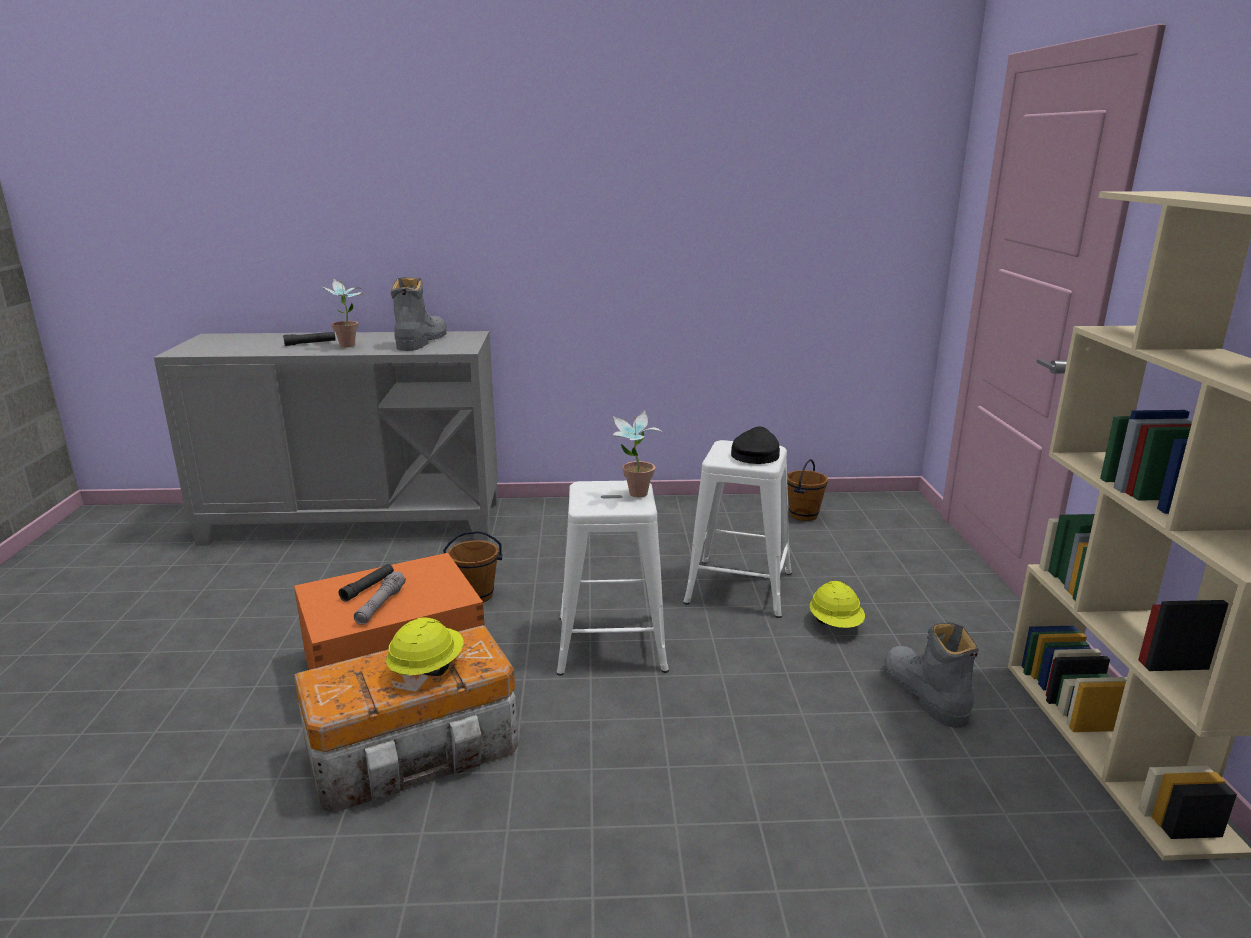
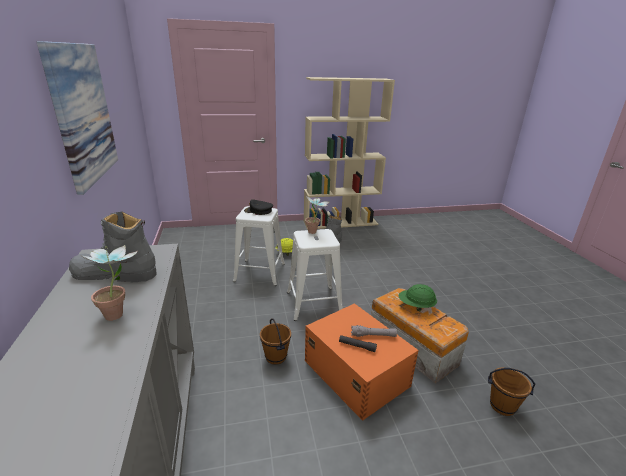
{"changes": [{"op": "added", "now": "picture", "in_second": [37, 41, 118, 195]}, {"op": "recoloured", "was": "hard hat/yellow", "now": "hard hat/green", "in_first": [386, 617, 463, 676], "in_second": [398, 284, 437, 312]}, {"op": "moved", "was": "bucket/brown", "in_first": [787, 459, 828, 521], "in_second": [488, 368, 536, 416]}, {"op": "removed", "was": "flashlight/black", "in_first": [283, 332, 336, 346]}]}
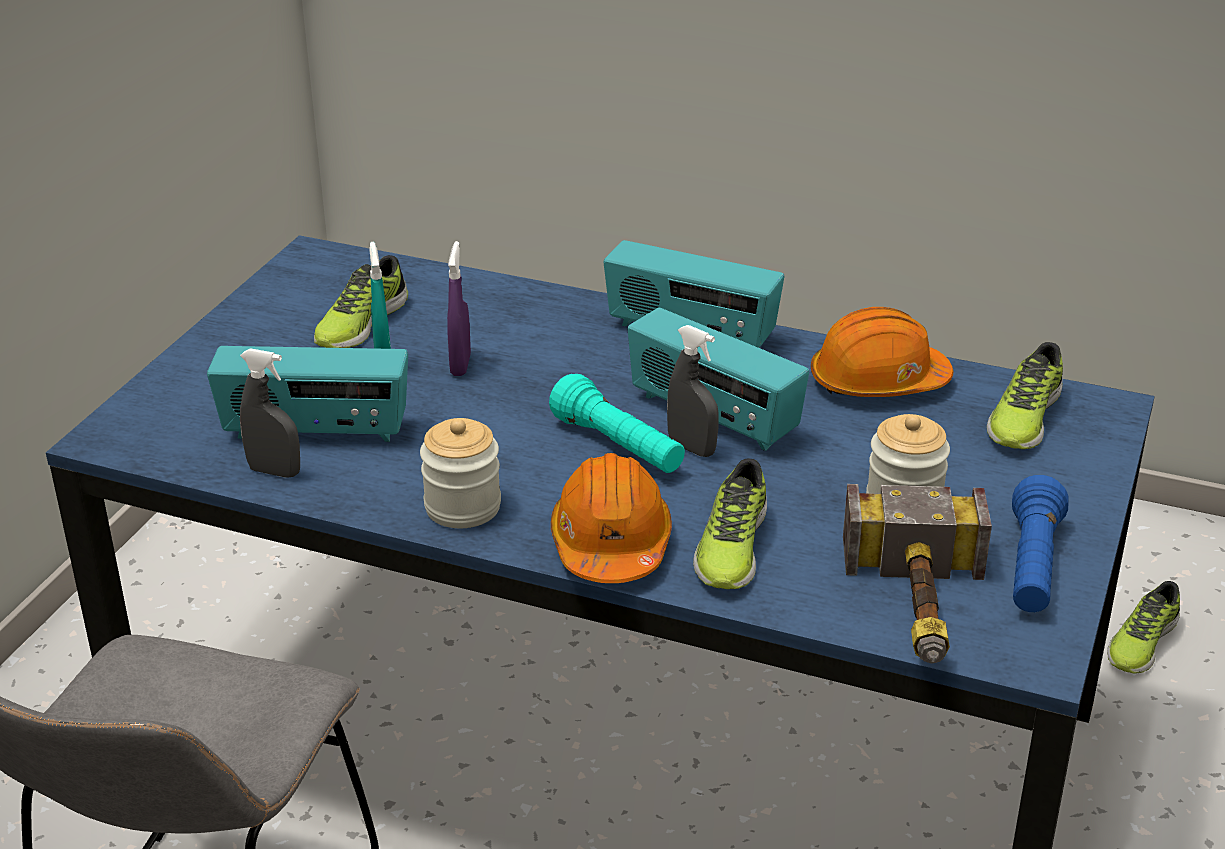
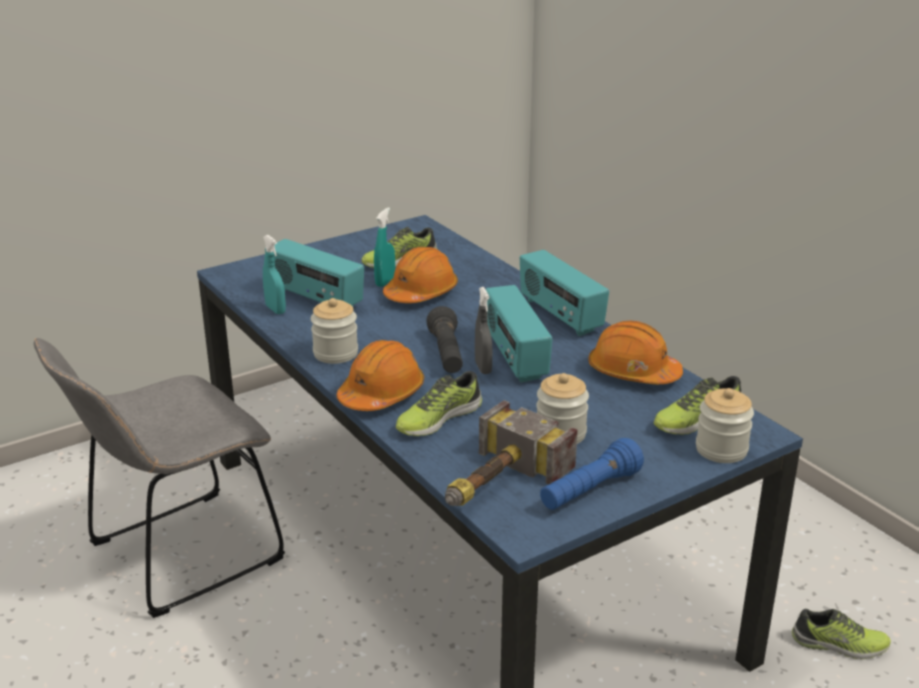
{"changes": [{"op": "recoloured", "was": "spray bottle/grey", "now": "spray bottle/turquoise", "in_first": [240, 348, 300, 478], "in_second": [263, 235, 286, 314]}, {"op": "replaced", "was": "spray bottle/purple", "now": "hard hat/orange", "in_first": [447, 241, 471, 376], "in_second": [383, 247, 458, 303]}, {"op": "recoloured", "was": "flashlight/turquoise", "now": "flashlight/black", "in_first": [549, 374, 685, 473], "in_second": [426, 306, 463, 373]}, {"op": "added", "now": "jar", "in_second": [696, 388, 754, 463]}, {"op": "turned", "was": "shoe", "in_first": [1107, 581, 1180, 674], "in_second": [792, 609, 891, 659], "clockwise": -150}]}
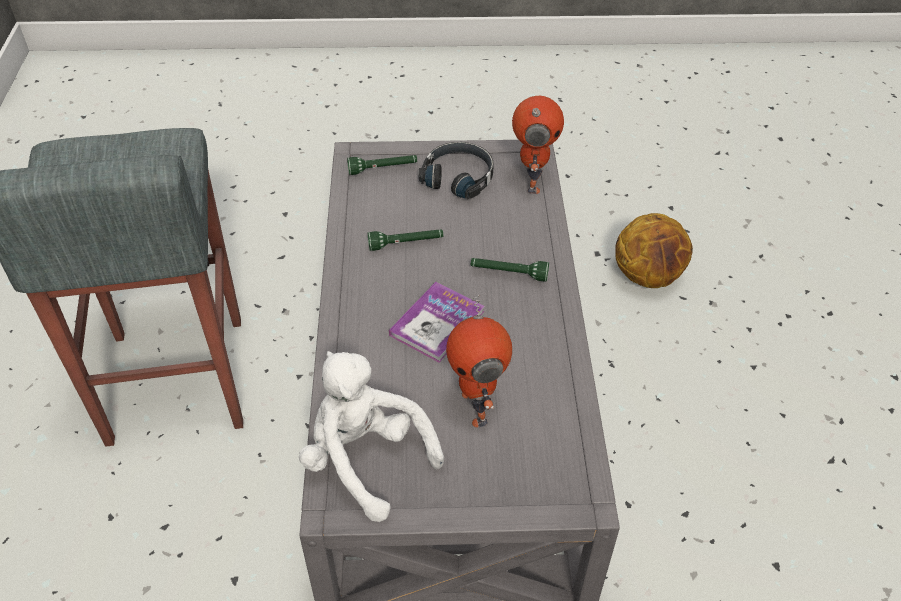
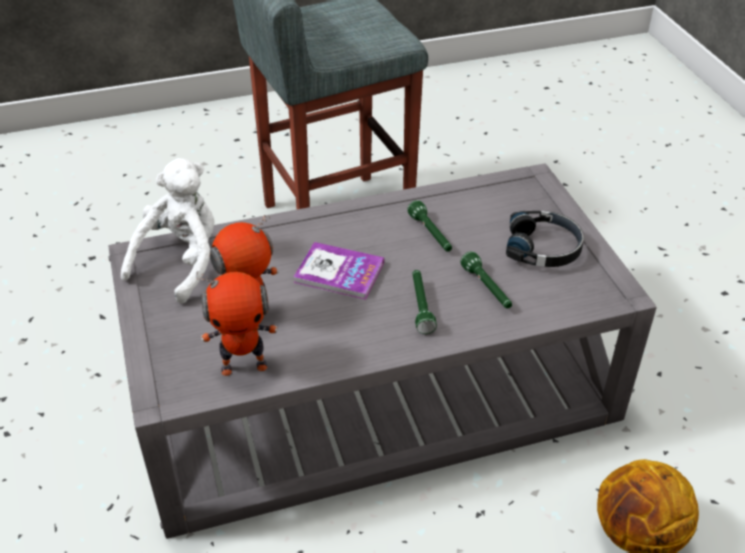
{"changes": [{"op": "moved", "was": "toy robot", "in_first": [512, 96, 564, 194], "in_second": [196, 271, 277, 376]}, {"op": "moved", "was": "flashlight/green", "in_first": [347, 155, 417, 175], "in_second": [460, 251, 512, 309]}]}
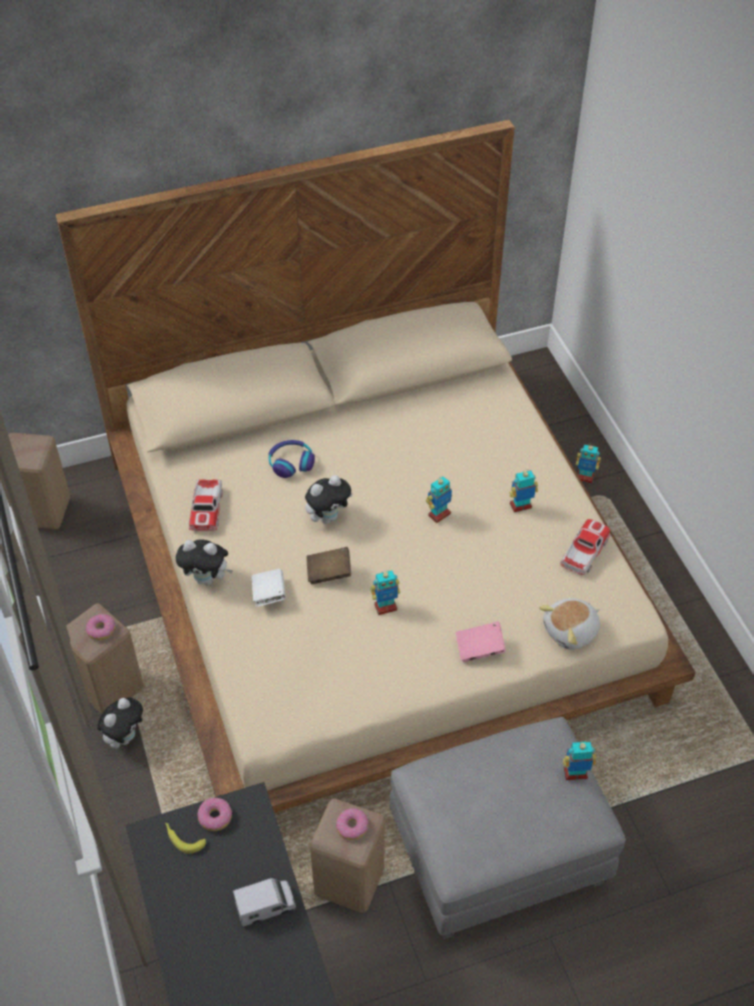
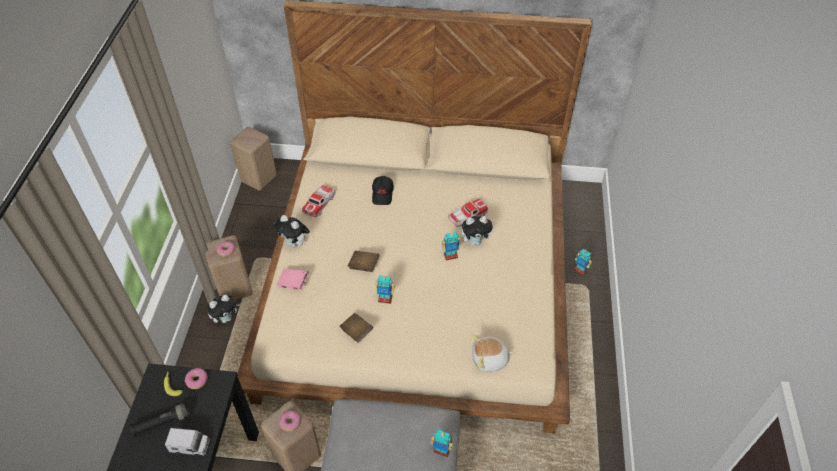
{"changes": [{"op": "added", "now": "flashlight/black", "in_second": [130, 403, 190, 437]}, {"op": "moved", "was": "book/pink", "in_first": [456, 621, 506, 662], "in_second": [276, 269, 309, 290]}, {"op": "added", "now": "book/brown", "in_second": [339, 313, 373, 343]}, {"op": "replaced", "was": "headphones", "now": "cap/black", "in_first": [269, 440, 315, 478], "in_second": [372, 176, 394, 205]}, {"op": "moved", "was": "toy car", "in_first": [560, 519, 610, 575], "in_second": [448, 199, 488, 227]}, {"op": "moved", "was": "plush toy", "in_first": [305, 475, 353, 524], "in_second": [461, 216, 495, 245]}, {"op": "removed", "was": "book/white", "in_first": [251, 569, 286, 607]}, {"op": "removed", "was": "toy robot", "in_first": [509, 469, 538, 513]}]}
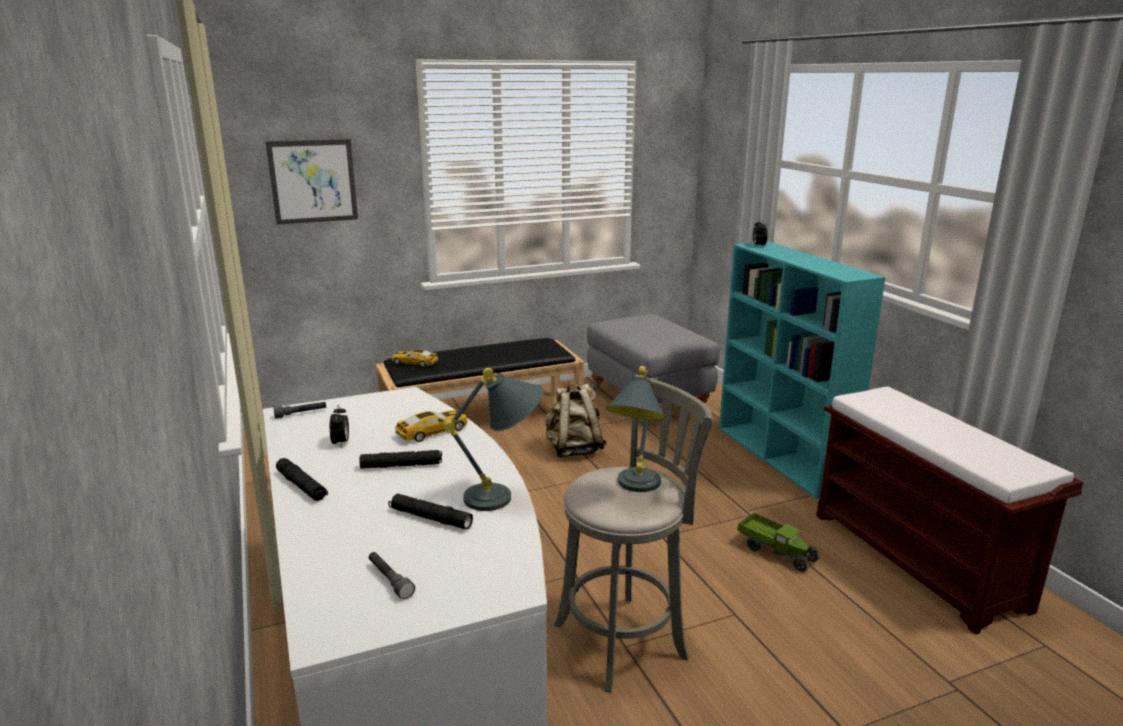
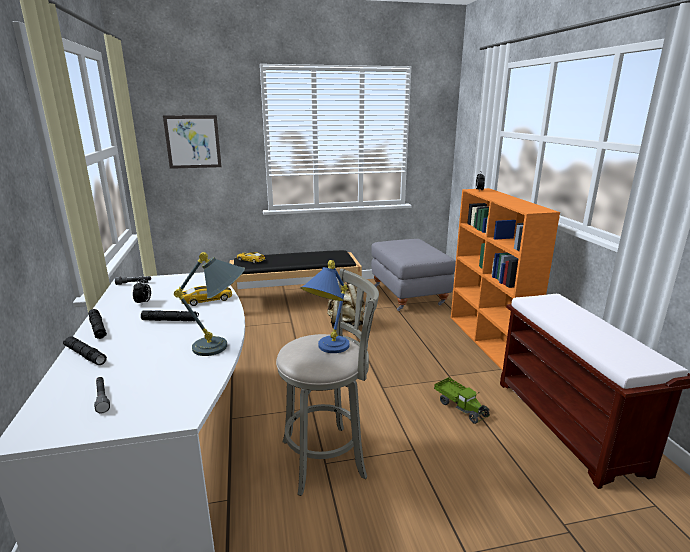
{"changes": [{"op": "moved", "was": "flashlight/black", "in_first": [388, 494, 473, 530], "in_second": [63, 336, 107, 365]}, {"op": "recoloured", "was": "table lamp/grey", "now": "table lamp/blue", "in_first": [605, 366, 666, 492], "in_second": [301, 260, 349, 353]}, {"op": "recoloured", "was": "bookcase/turquoise", "now": "bookcase/orange", "in_first": [719, 241, 886, 499], "in_second": [451, 188, 560, 370]}]}
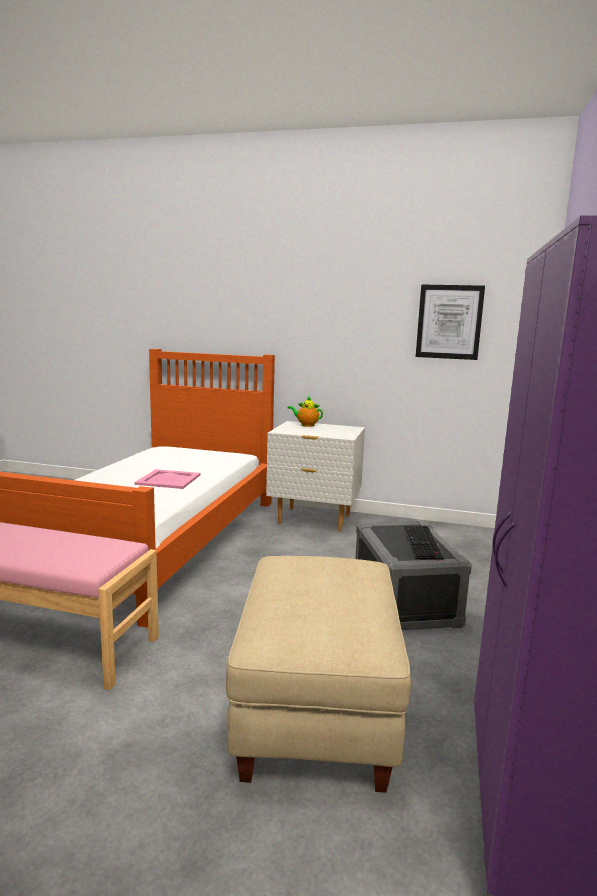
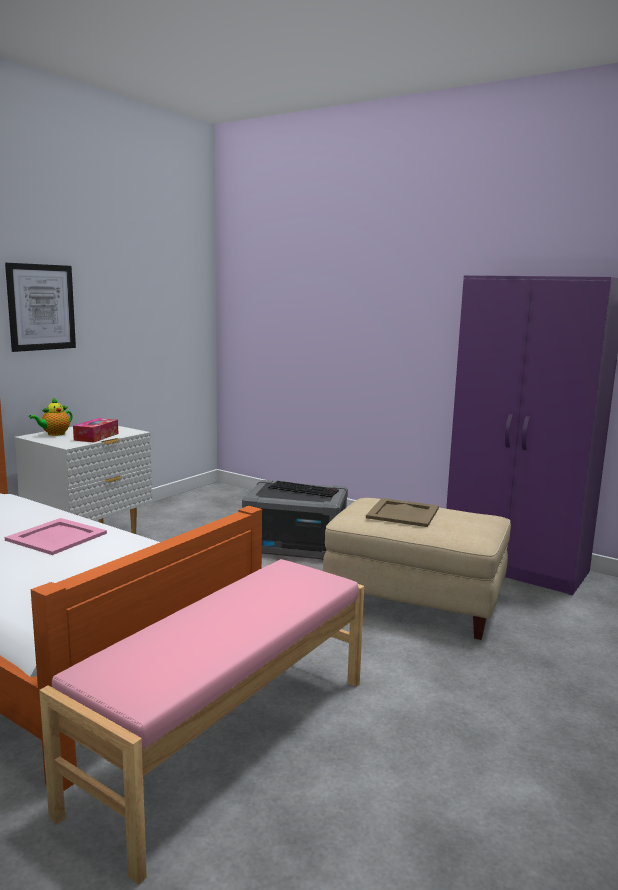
{"changes": [{"op": "moved", "was": "picture", "in_first": [416, 284, 485, 360], "in_second": [5, 263, 76, 352]}, {"op": "added", "now": "tissue box", "in_second": [73, 418, 118, 443]}, {"op": "added", "now": "tray/beige", "in_second": [366, 498, 439, 527]}]}
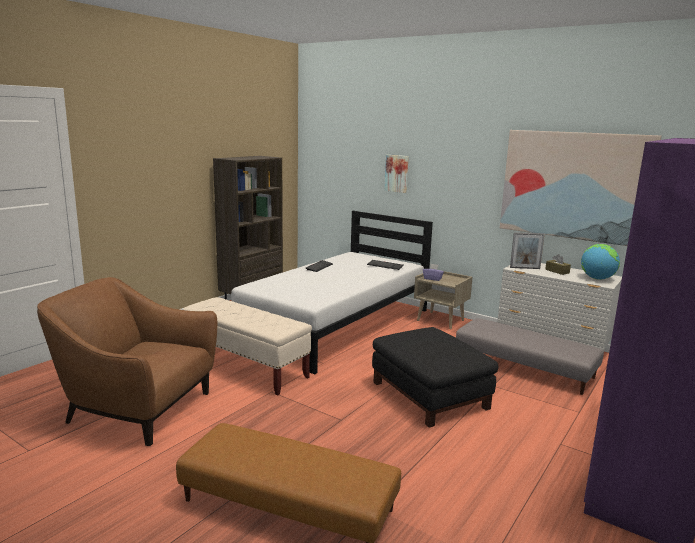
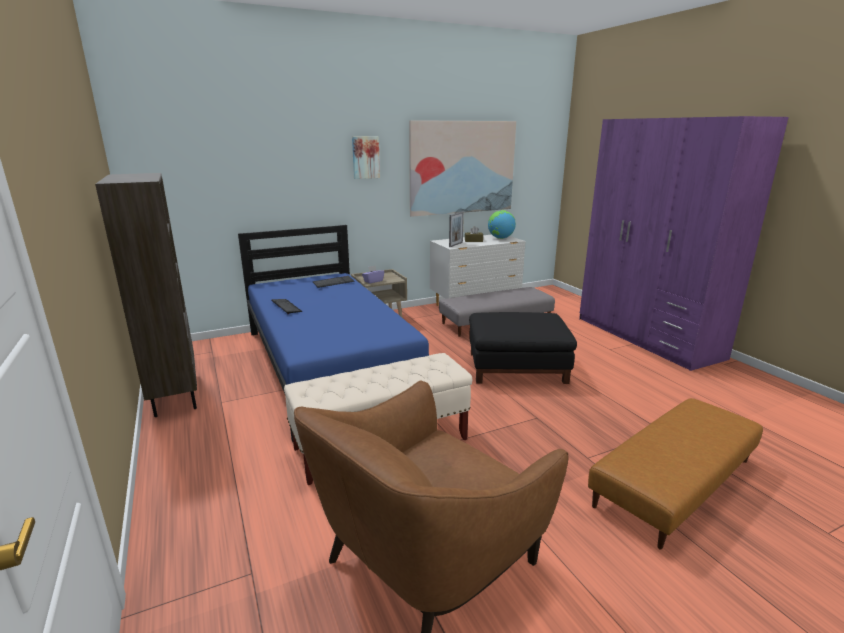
{"changes": [{"op": "recoloured", "was": "bed/white", "now": "bed/blue", "in_first": [231, 211, 433, 374], "in_second": [238, 225, 429, 442]}, {"op": "moved", "was": "picture", "in_first": [384, 155, 409, 193], "in_second": [352, 136, 380, 179]}]}
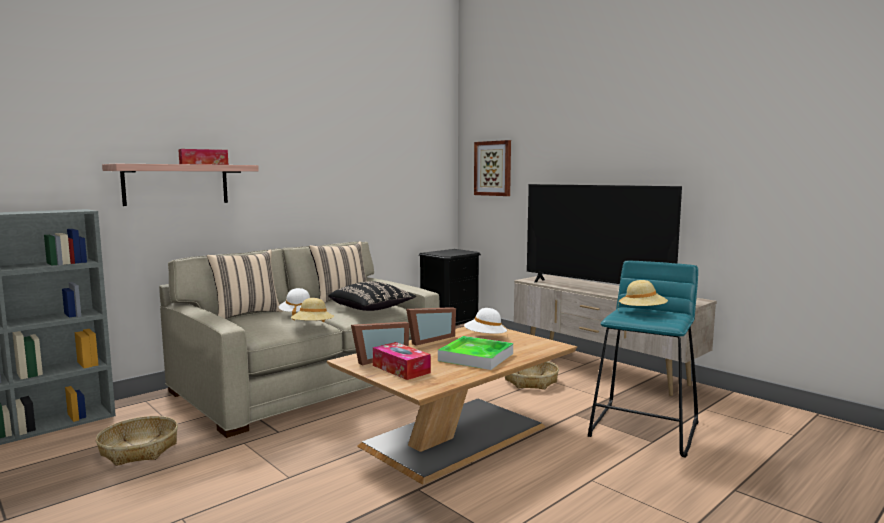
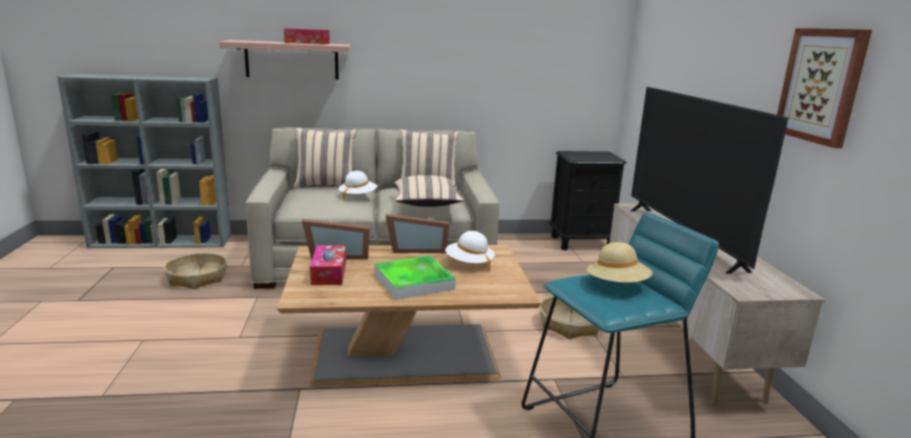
{"changes": [{"op": "recoloured", "was": "pillow/black", "now": "pillow/beige", "in_first": [328, 281, 416, 311], "in_second": [394, 175, 464, 207]}, {"op": "moved", "was": "picture", "in_first": [474, 140, 511, 196], "in_second": [777, 28, 872, 148]}, {"op": "removed", "was": "hat/beige", "in_first": [291, 298, 334, 322]}]}
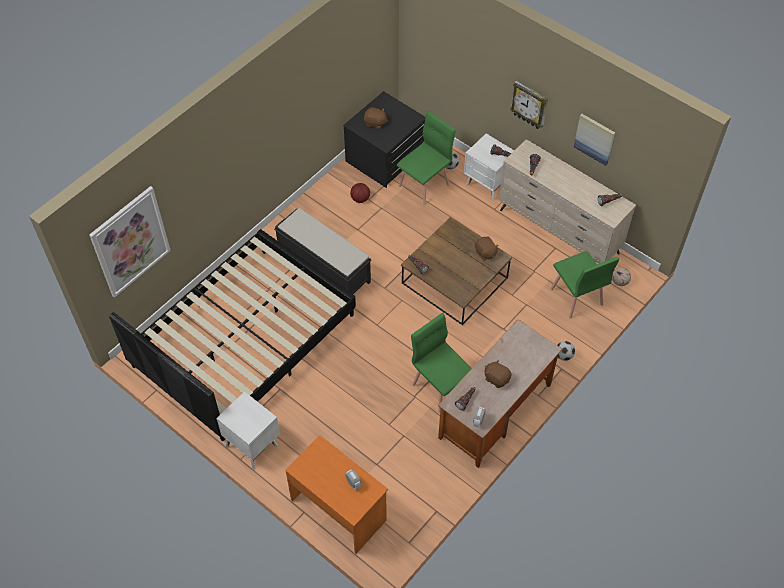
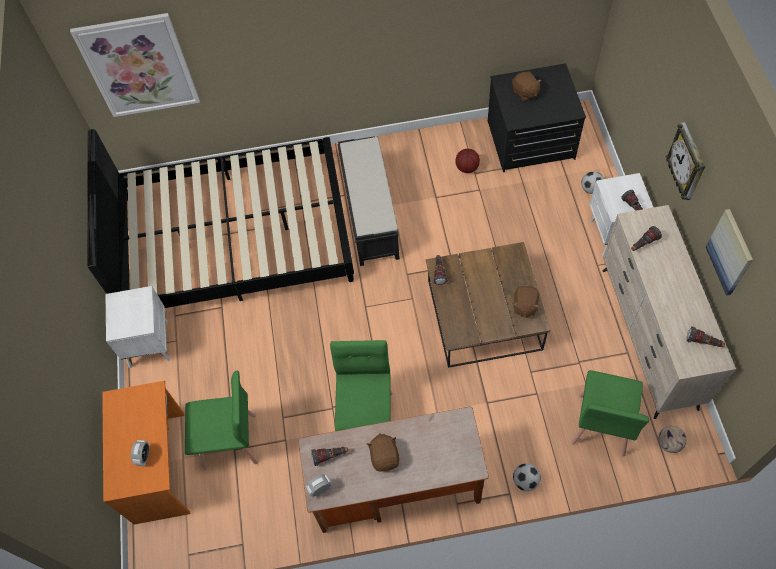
{"changes": [{"op": "moved", "was": "chair/green", "in_first": [397, 111, 456, 205], "in_second": [185, 371, 257, 470]}]}
